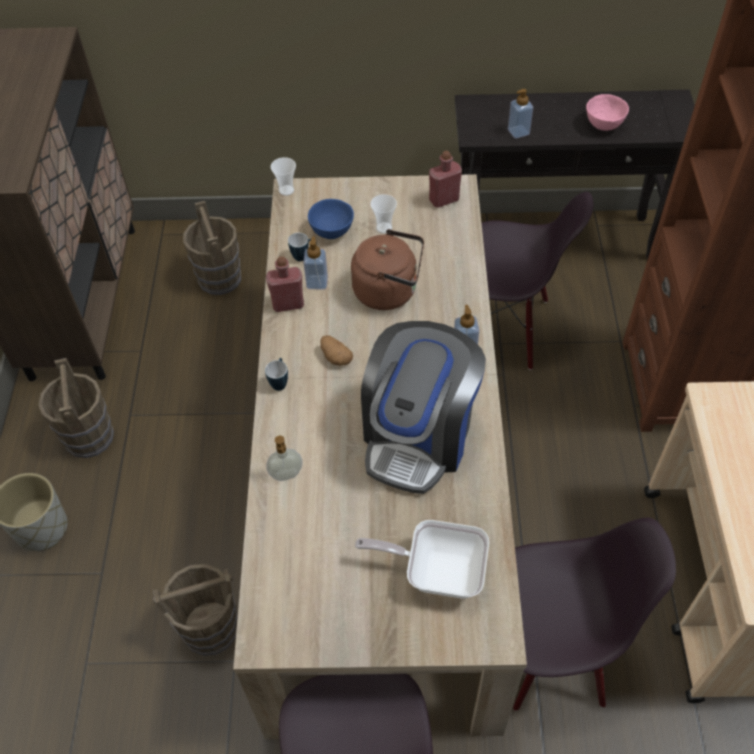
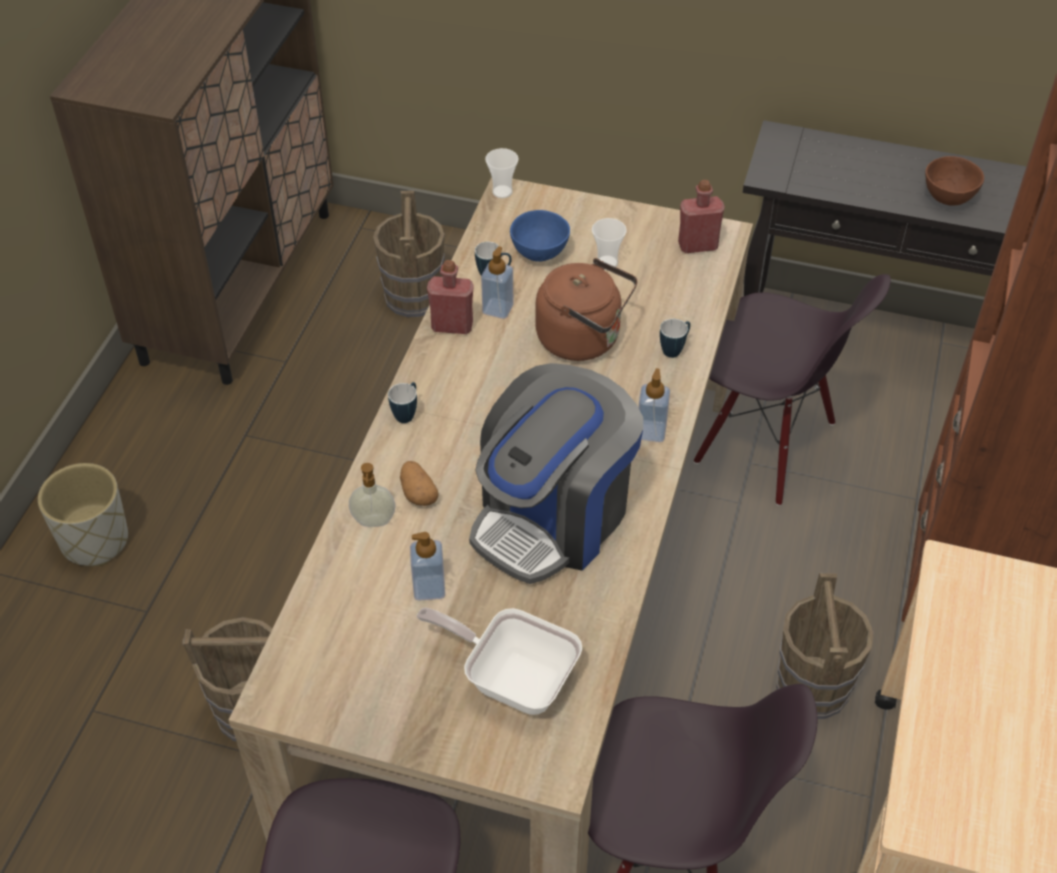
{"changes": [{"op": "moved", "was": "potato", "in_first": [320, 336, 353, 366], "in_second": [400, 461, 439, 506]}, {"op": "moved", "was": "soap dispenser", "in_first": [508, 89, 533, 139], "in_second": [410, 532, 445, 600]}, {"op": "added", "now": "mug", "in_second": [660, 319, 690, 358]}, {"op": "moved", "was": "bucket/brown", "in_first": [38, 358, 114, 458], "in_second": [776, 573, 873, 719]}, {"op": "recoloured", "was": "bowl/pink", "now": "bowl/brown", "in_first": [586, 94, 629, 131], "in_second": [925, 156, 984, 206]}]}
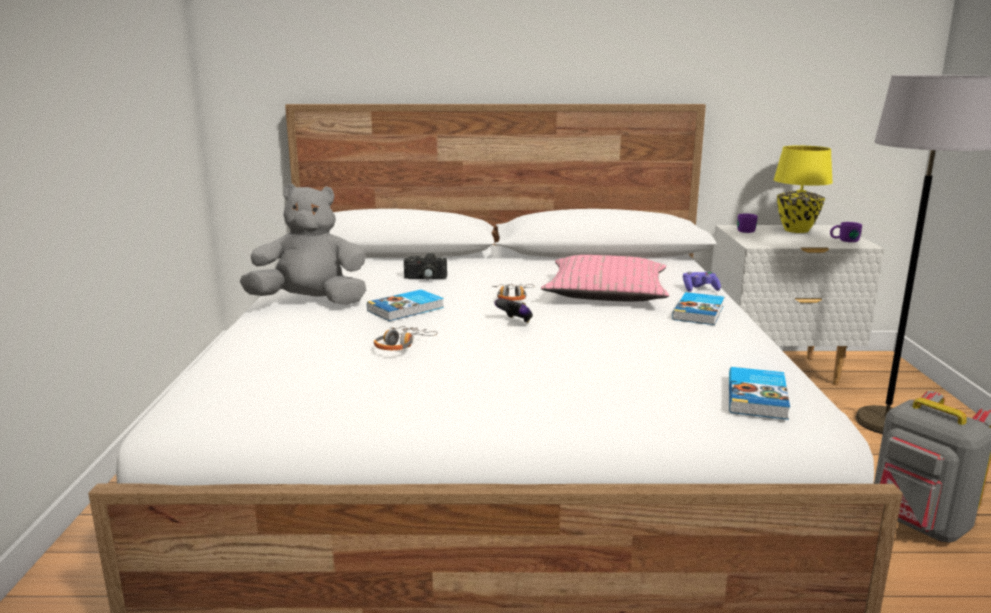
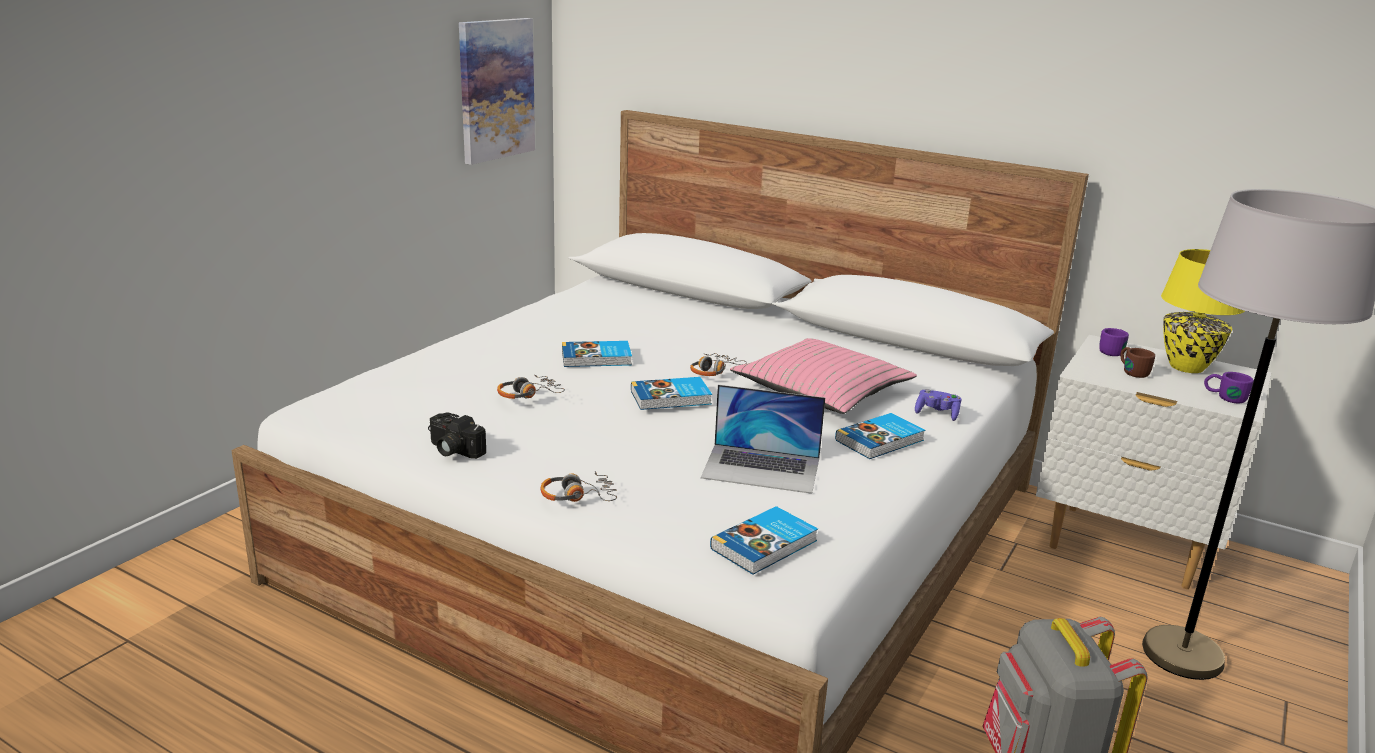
{"changes": [{"op": "moved", "was": "photo camera", "in_first": [404, 253, 447, 280], "in_second": [428, 413, 486, 459]}, {"op": "added", "now": "picture", "in_second": [459, 18, 535, 165]}, {"op": "added", "now": "headphones", "in_second": [540, 471, 617, 502]}, {"op": "replaced", "was": "game controller", "now": "book", "in_first": [494, 299, 533, 323], "in_second": [631, 377, 712, 410]}, {"op": "added", "now": "laptop", "in_second": [701, 385, 825, 494]}, {"op": "added", "now": "mug/brown", "in_second": [1121, 347, 1155, 378]}, {"op": "removed", "was": "plush toy/grey", "in_first": [240, 184, 366, 305]}]}
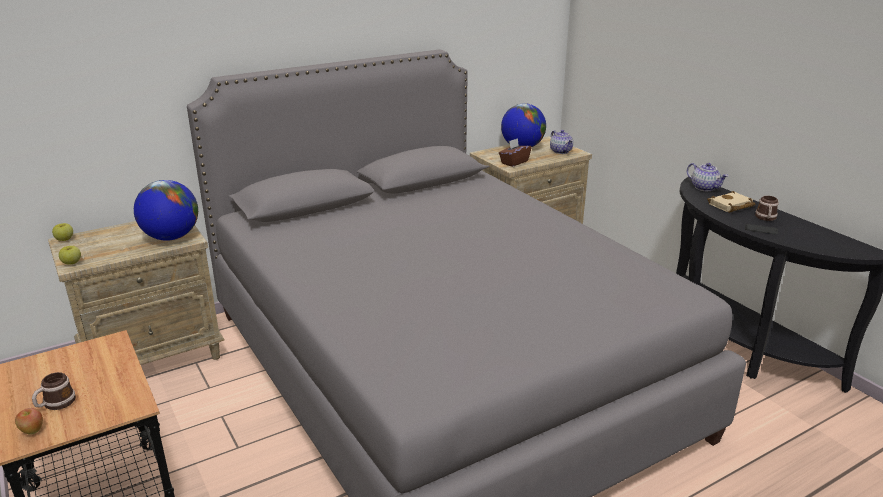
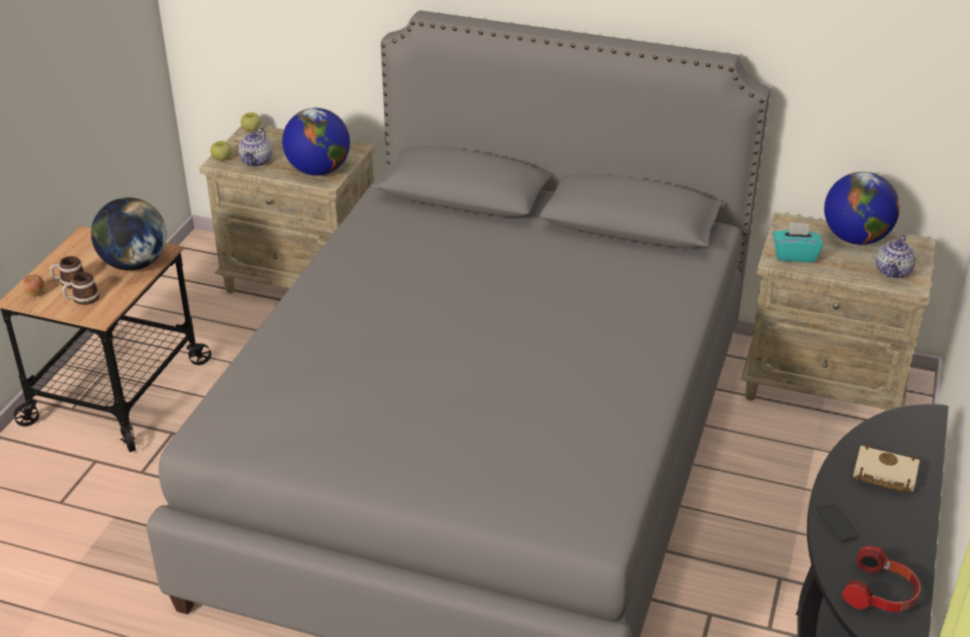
{"changes": [{"op": "moved", "was": "mug", "in_first": [755, 196, 779, 221], "in_second": [62, 272, 100, 305]}, {"op": "added", "now": "globe", "in_second": [91, 197, 167, 271]}, {"op": "moved", "was": "teapot", "in_first": [687, 163, 728, 191], "in_second": [238, 128, 272, 167]}, {"op": "recoloured", "was": "tissue box/brown", "now": "tissue box/turquoise", "in_first": [499, 138, 532, 167], "in_second": [773, 221, 823, 262]}, {"op": "added", "now": "headphones", "in_second": [842, 546, 921, 612]}]}
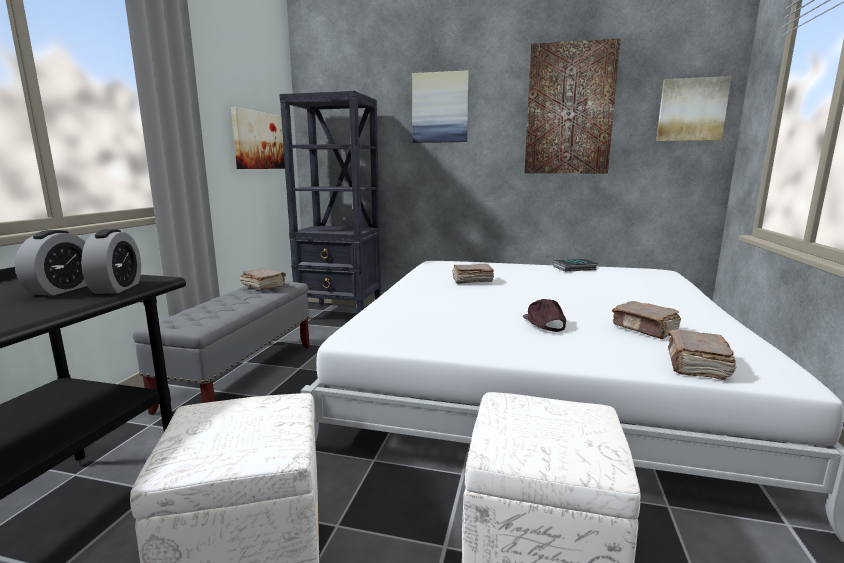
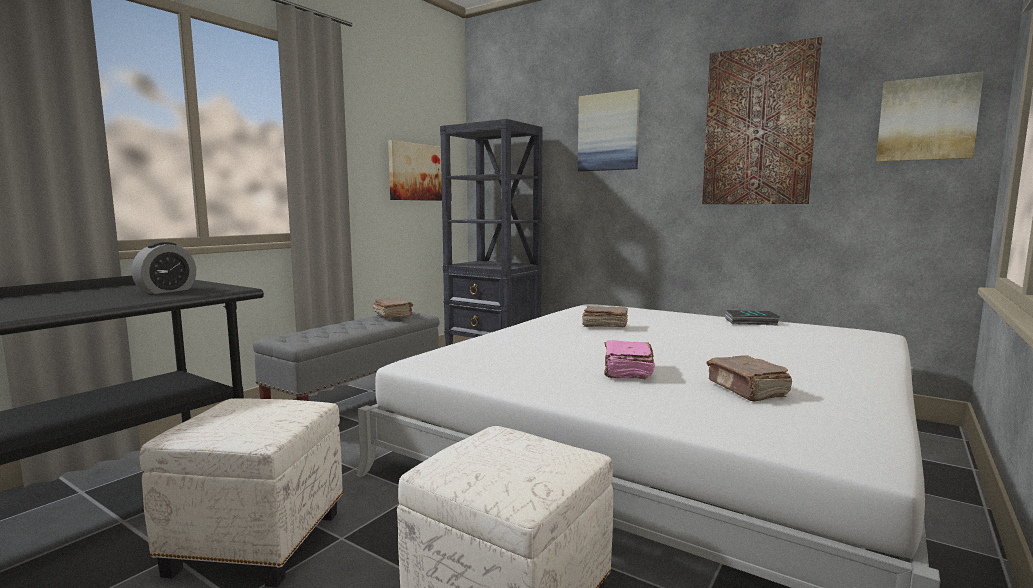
{"changes": [{"op": "replaced", "was": "cap/brown", "now": "book/pink", "in_first": [523, 299, 566, 332], "in_second": [604, 340, 655, 380]}, {"op": "removed", "was": "alarm clock", "in_first": [81, 229, 141, 294]}, {"op": "removed", "was": "book/brown", "in_first": [668, 329, 736, 380]}]}
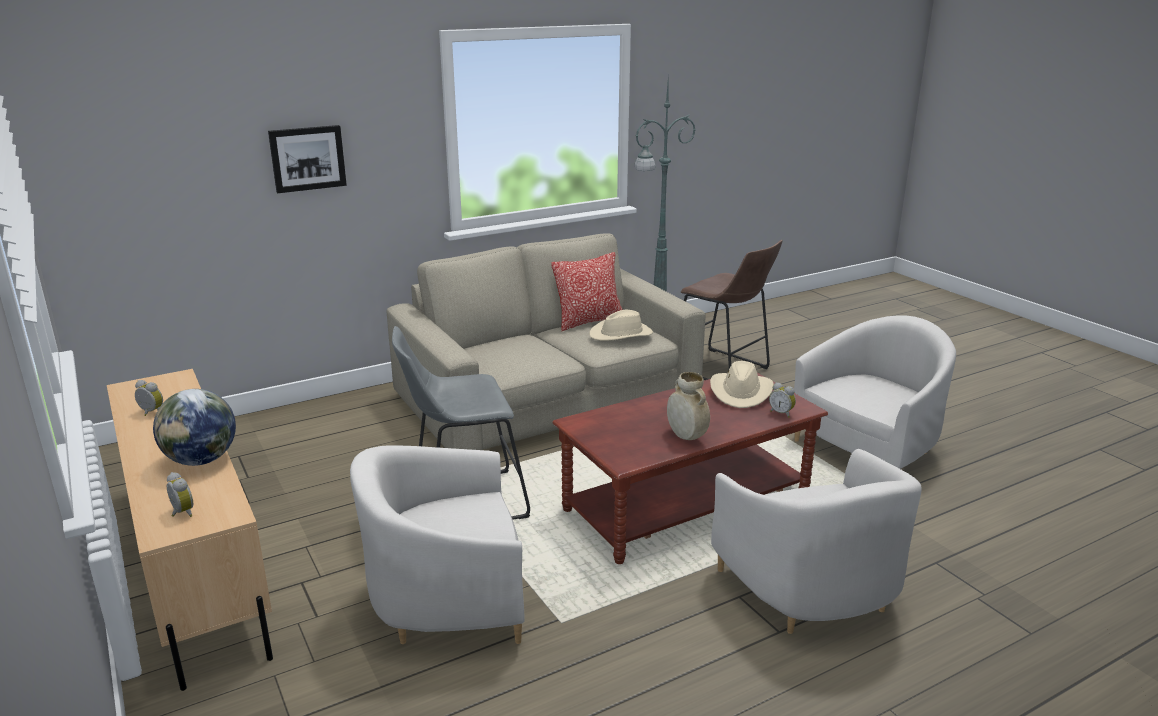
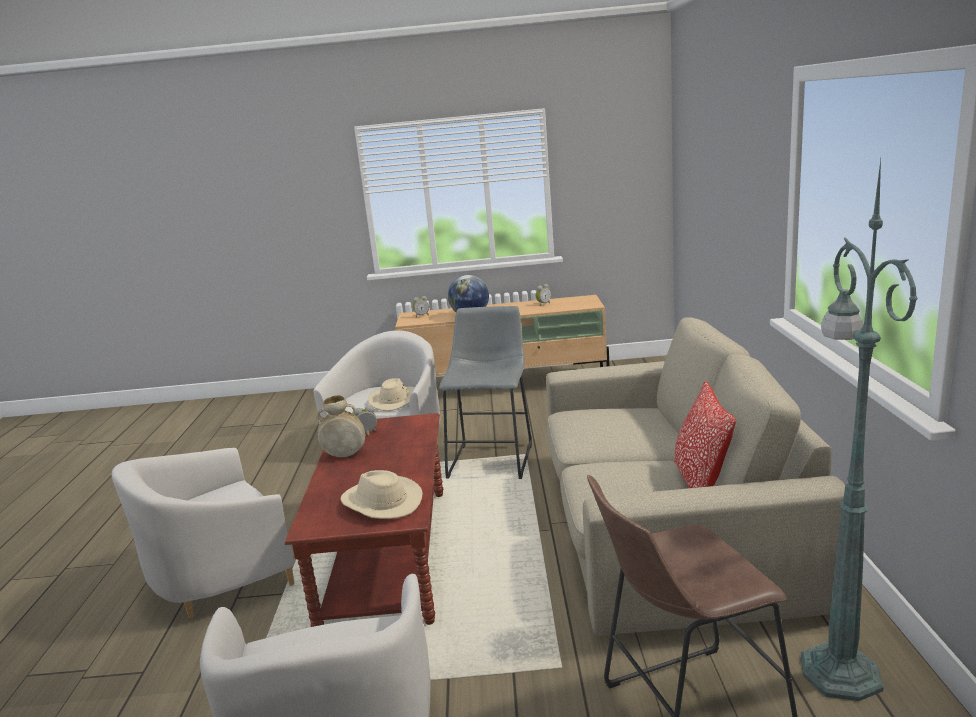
{"changes": [{"op": "turned", "was": "armchair/white", "in_first": [711, 449, 922, 634], "in_second": [112, 448, 294, 618], "clockwise": -45}, {"op": "moved", "was": "alarm clock", "in_first": [769, 382, 796, 418], "in_second": [354, 406, 377, 436]}, {"op": "moved", "was": "hat/beige", "in_first": [589, 310, 653, 341], "in_second": [368, 378, 415, 411]}, {"op": "removed", "was": "picture", "in_first": [268, 125, 347, 193]}]}
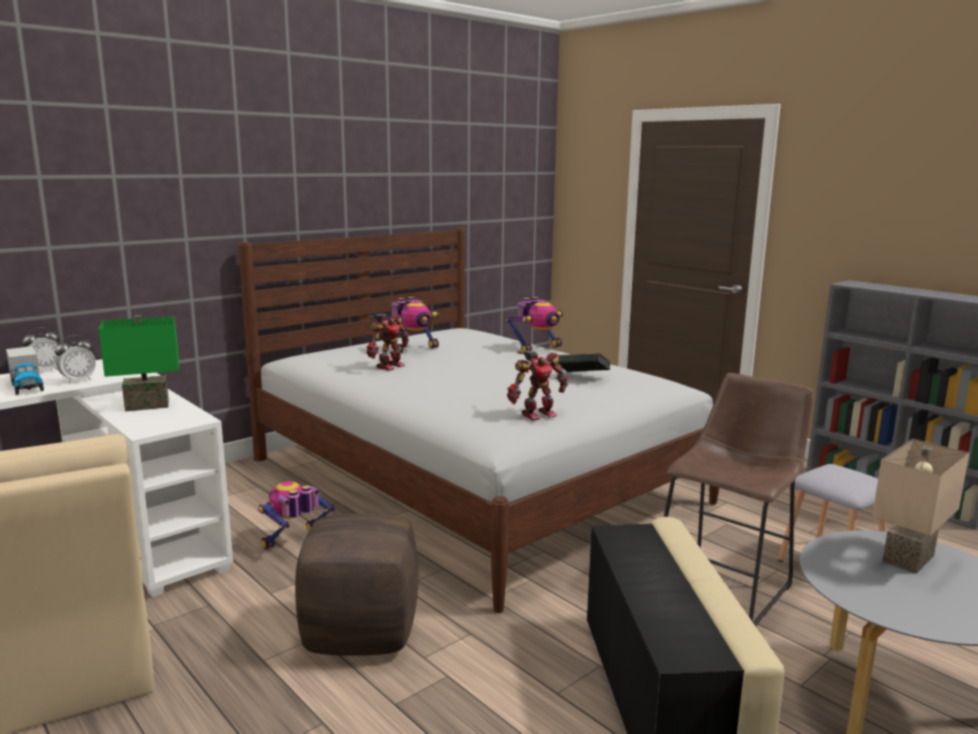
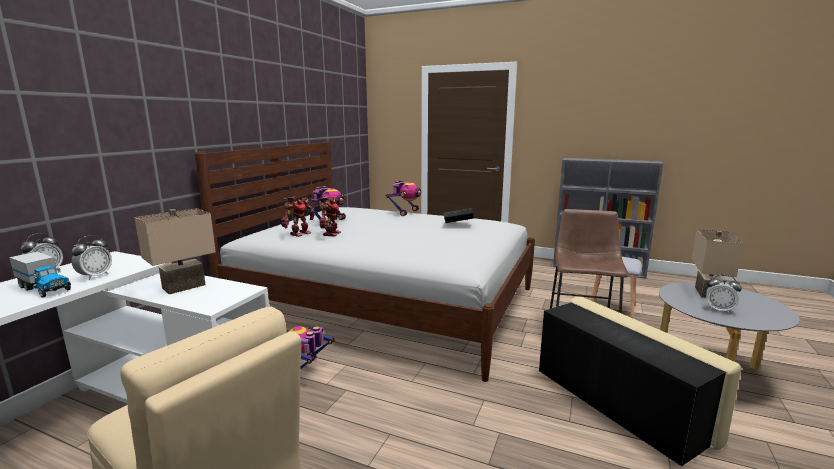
{"changes": [{"op": "recoloured", "was": "table lamp/green", "now": "table lamp/beige", "in_first": [99, 315, 179, 412], "in_second": [134, 208, 216, 294]}, {"op": "moved", "was": "toy robot", "in_first": [507, 351, 568, 421], "in_second": [281, 197, 315, 237]}, {"op": "added", "now": "alarm clock", "in_second": [706, 275, 742, 313]}, {"op": "removed", "was": "ottoman/brown", "in_first": [295, 514, 418, 656]}]}
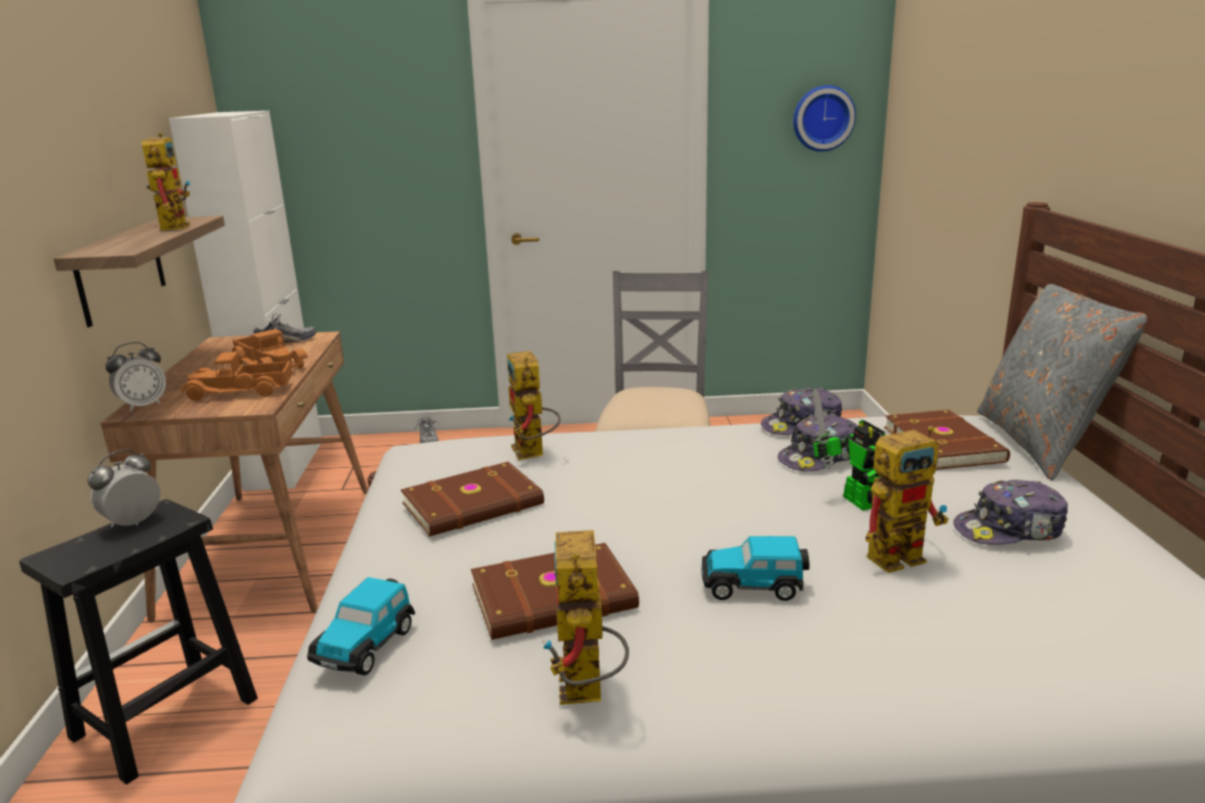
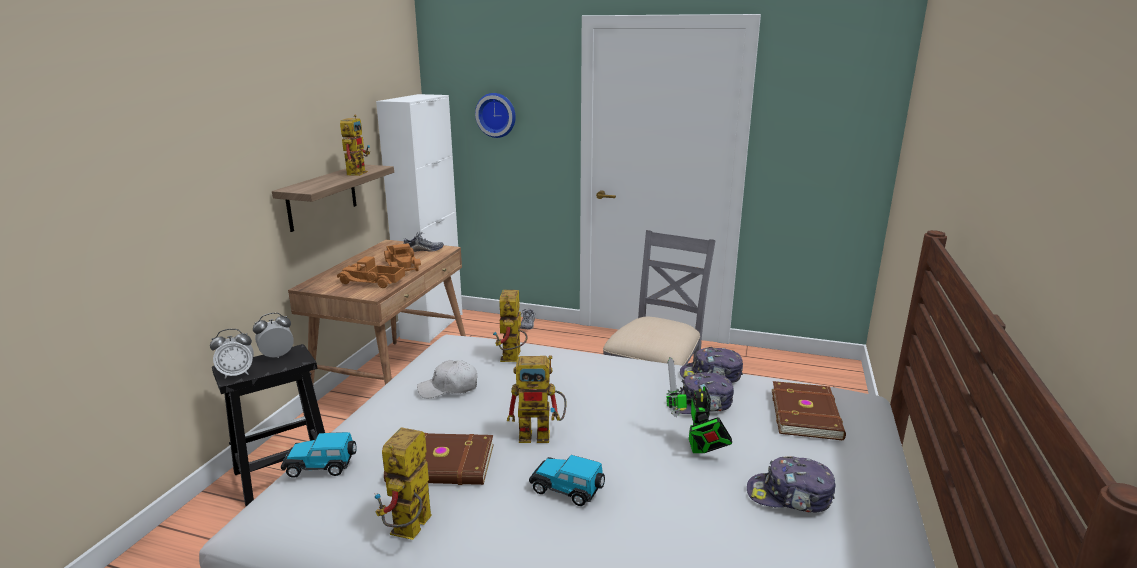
{"changes": [{"op": "moved", "was": "alarm clock", "in_first": [105, 342, 166, 412], "in_second": [210, 329, 254, 379]}, {"op": "turned", "was": "toy car", "in_first": [307, 577, 415, 675], "in_second": [281, 432, 356, 478], "clockwise": 45}, {"op": "replaced", "was": "book/brown", "now": "cap/white", "in_first": [401, 462, 544, 536], "in_second": [417, 360, 477, 399]}, {"op": "moved", "was": "wall clock", "in_first": [793, 85, 856, 152], "in_second": [475, 93, 516, 138]}, {"op": "moved", "was": "toy robot", "in_first": [865, 426, 949, 573], "in_second": [507, 355, 567, 443]}, {"op": "removed", "was": "pillow/grey", "in_first": [977, 284, 1147, 481]}]}
